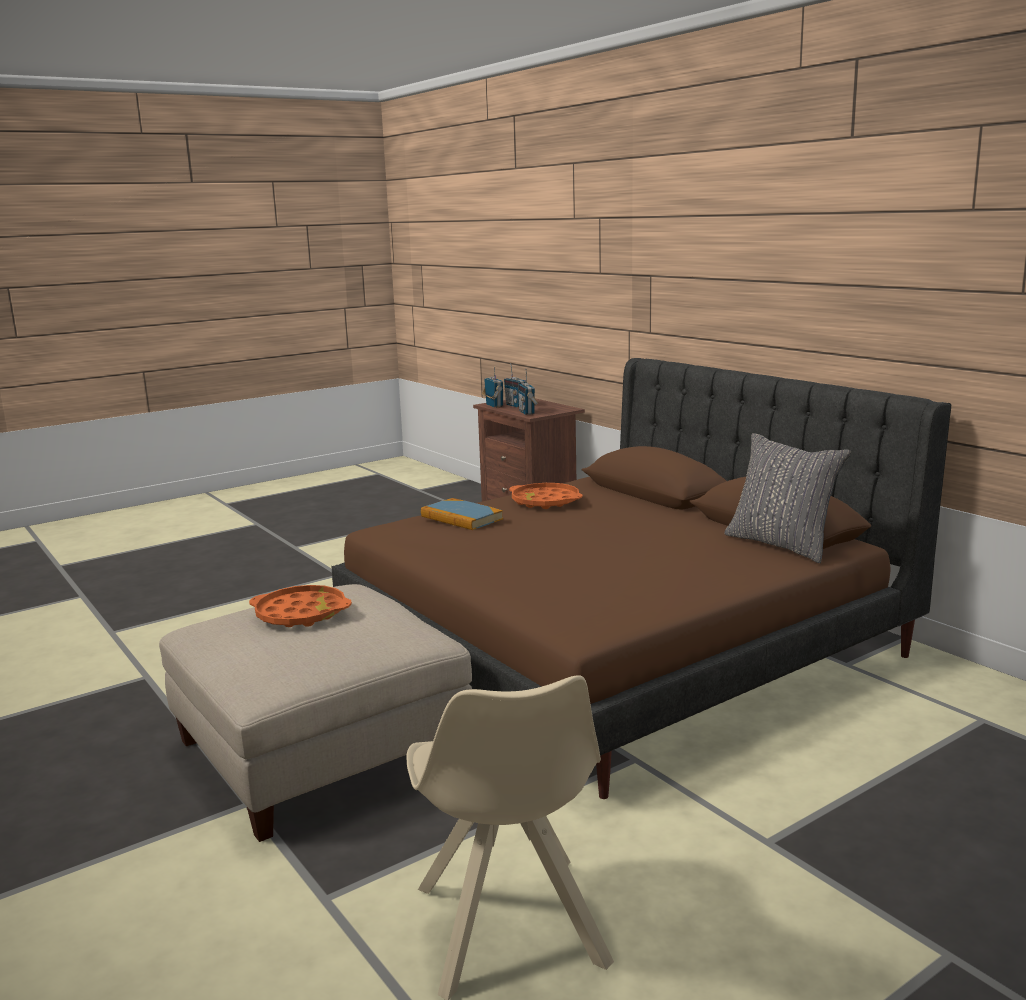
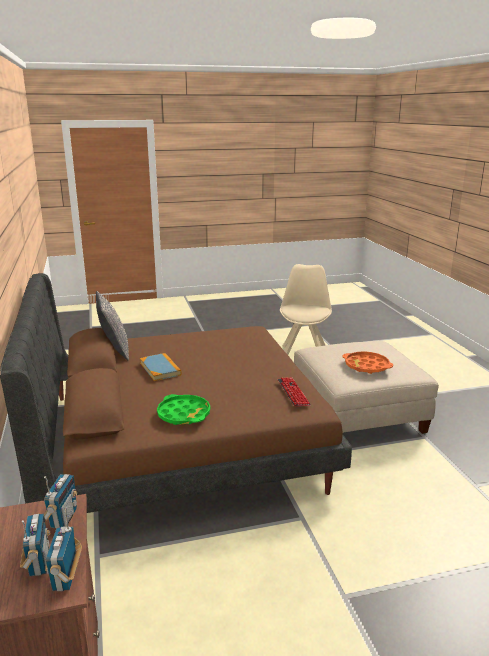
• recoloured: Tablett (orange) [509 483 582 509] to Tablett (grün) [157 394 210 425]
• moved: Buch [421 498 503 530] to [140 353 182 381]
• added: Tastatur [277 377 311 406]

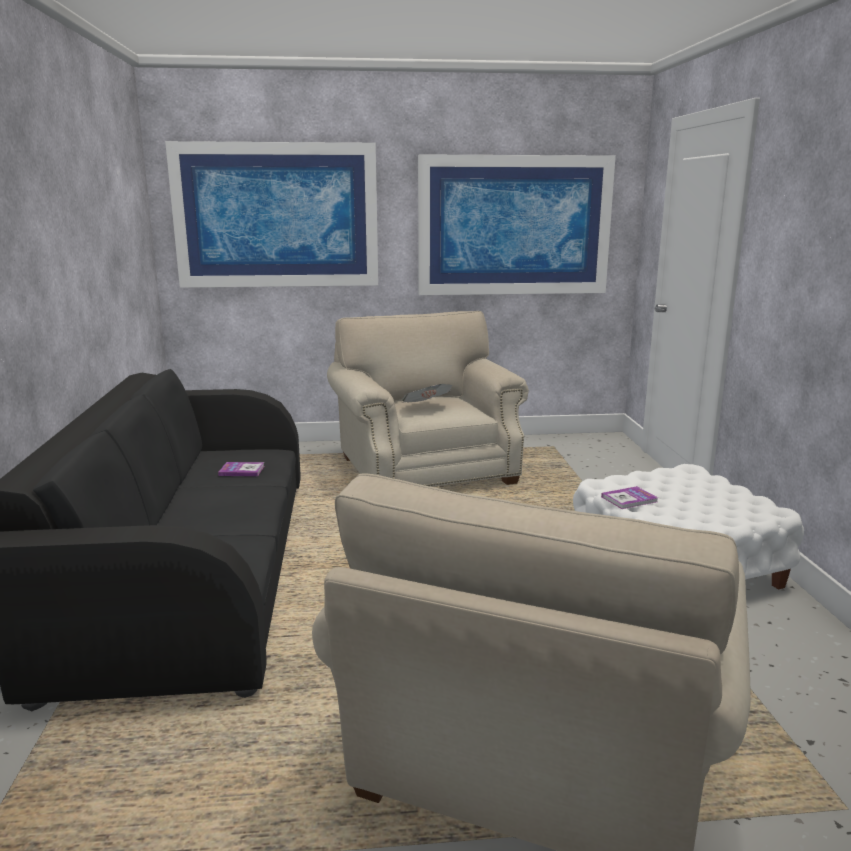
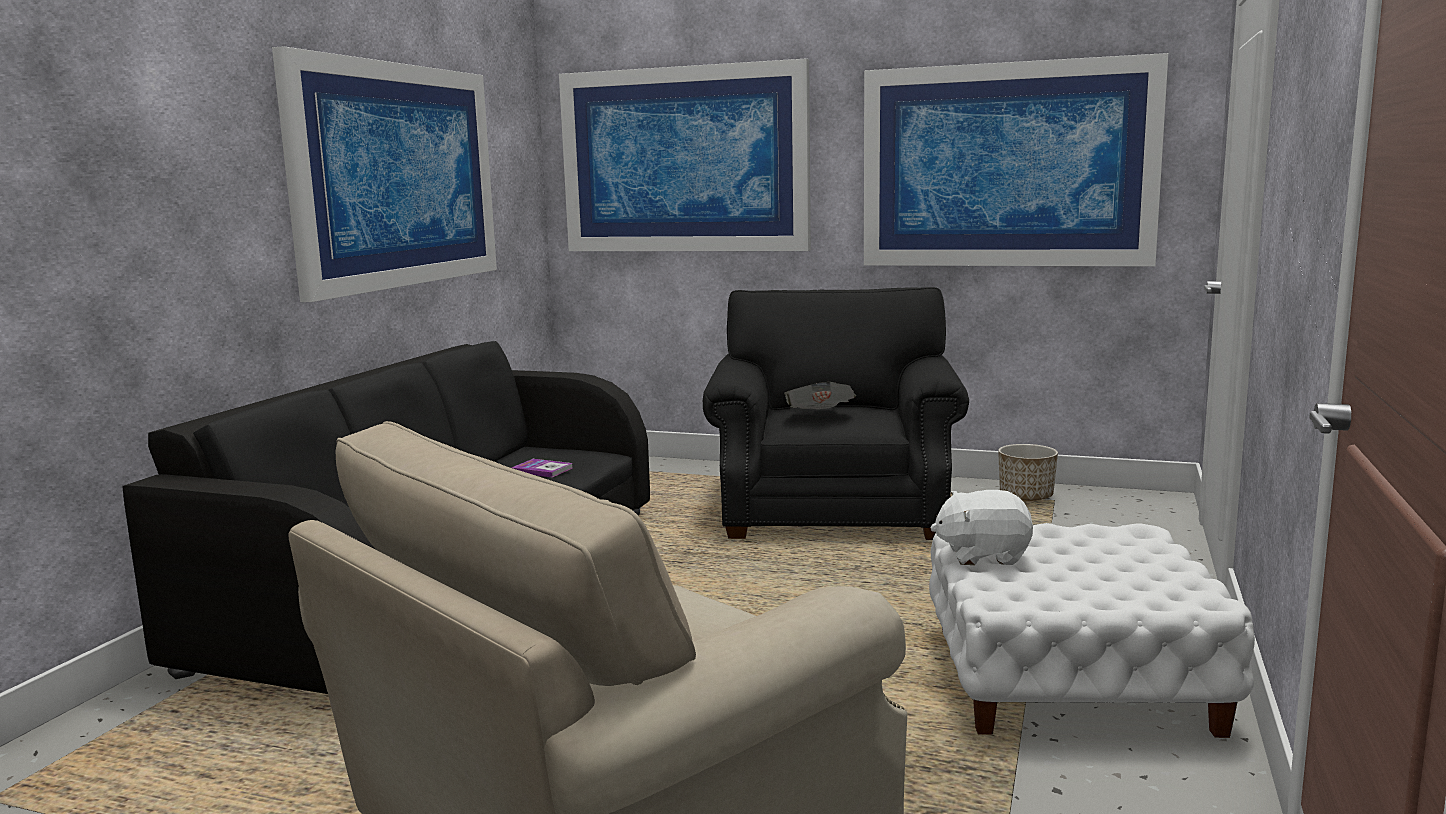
• recoloured: Sessel (beige) [327 311 529 487] to Sessel (schwarz) [703 287 969 540]
• replaced: Buch [601 486 658 509] to Plüschtier (weiß) [930 490 1033 565]
• added: Bild [272 46 497 302]
• added: Pflanzkübel [998 444 1058 501]

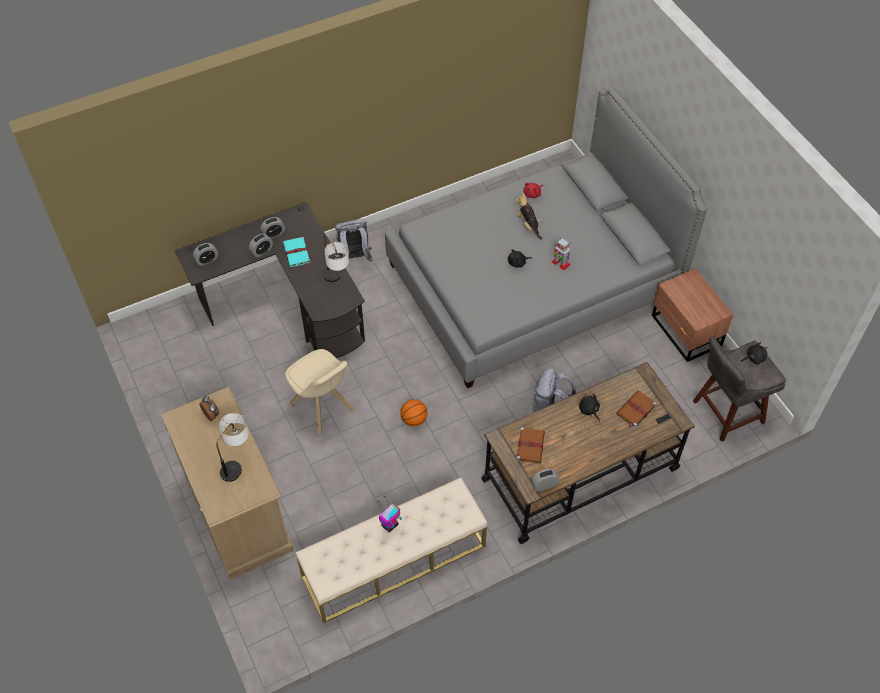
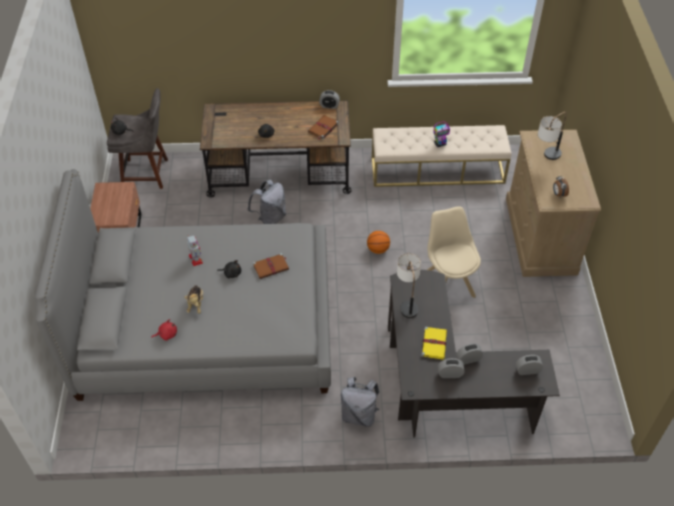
• recoloured: Buch (türkis) [283 237 311 267] to Buch (gelb) [421 327 447 359]
• moved: Buch (braun) [616 391 657 428] to [253 253 289 279]

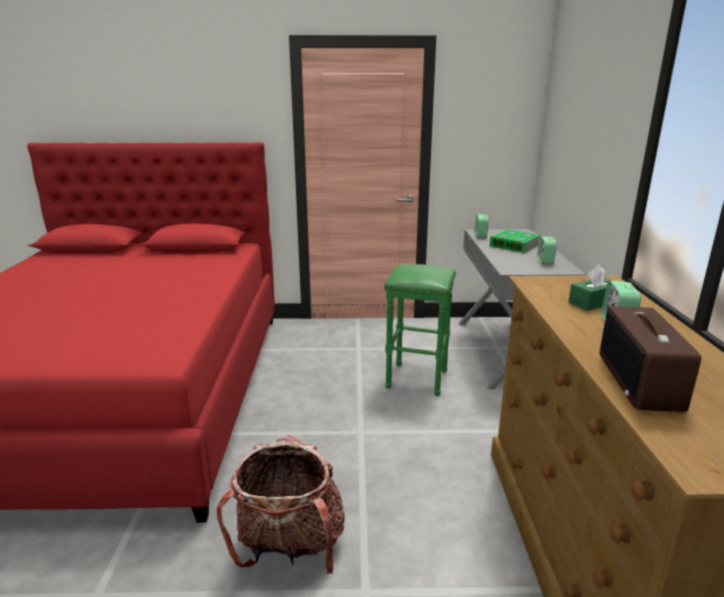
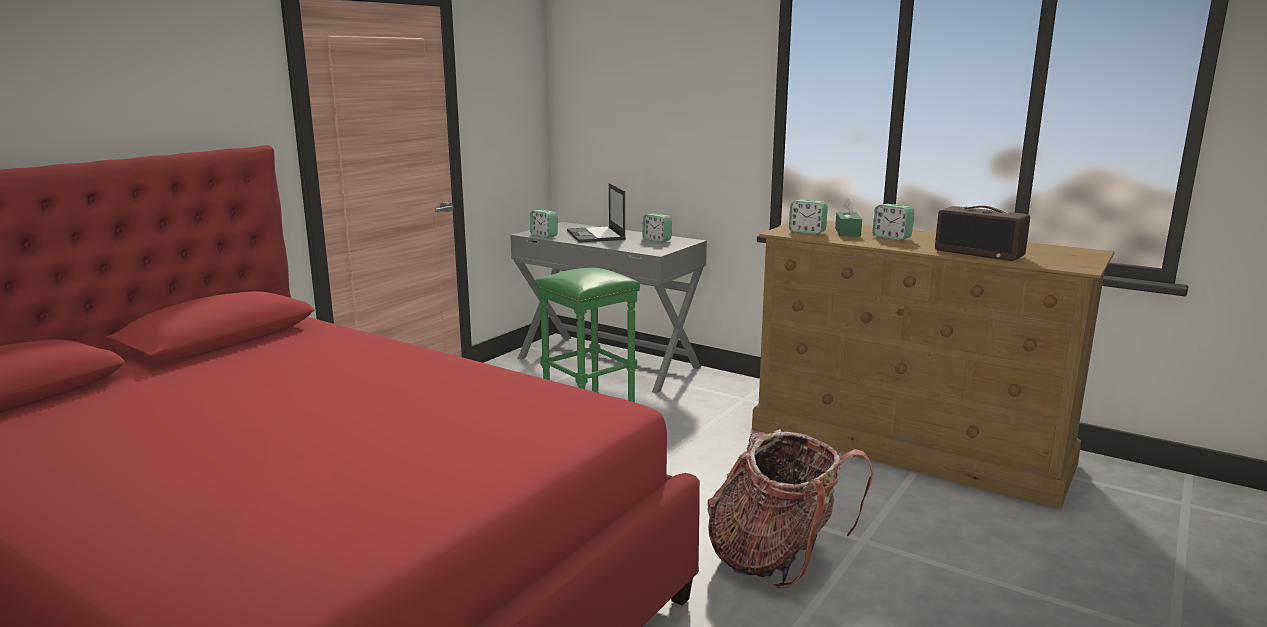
• replaced: Buch [490 229 540 253] to Laptop [567 183 626 243]
• added: Wecker [789 200 828 234]

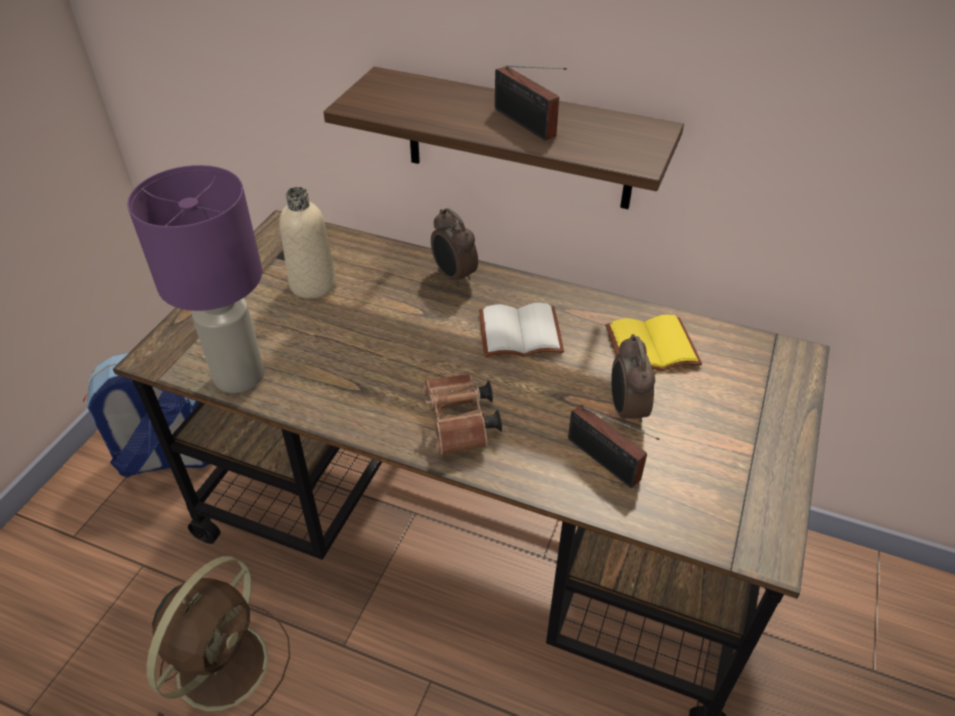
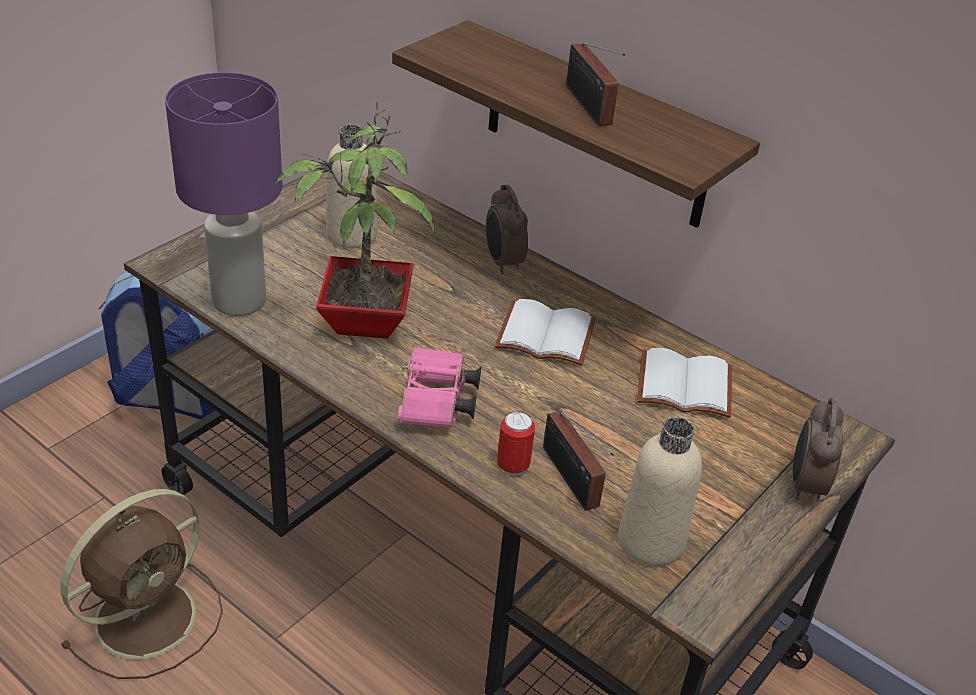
• recoloured: Buch (gelb) [605 315 702 371] to Buch (weiß) [637 348 732 418]
• moved: Wecker [611 334 655 426] to [793 397 843 502]
• recoloured: Fernglas (braun) [422 374 502 455] to Fernglas (rosa) [398 347 481 428]
• added: Topfpflanze [275 101 434 339]
• added: Dose [497 411 535 476]
• added: Flasche (beige) [618 417 702 566]

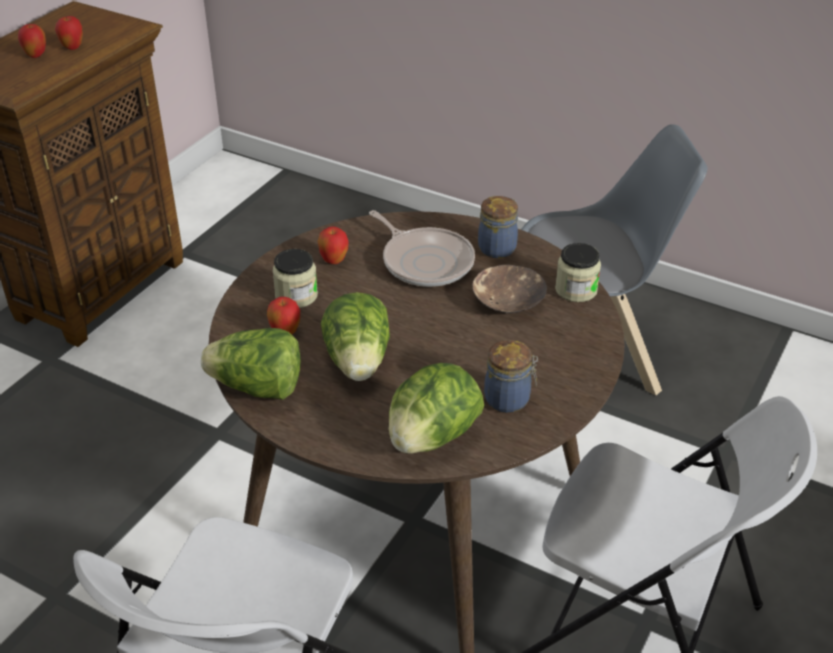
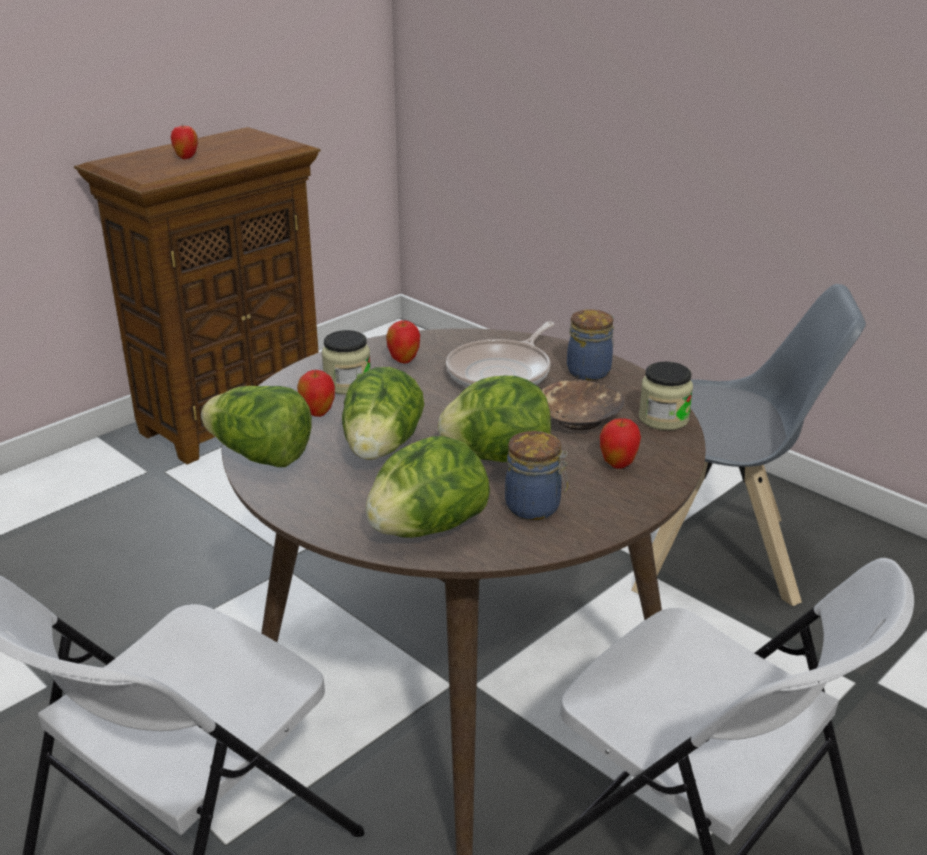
• moved: Apfel [55 16 83 50] to [600 418 641 469]
• turned: Pfanne [369 210 475 287] = [446 322 555 388] 60 degrees clockwise
• added: Salatkopf [438 376 551 462]

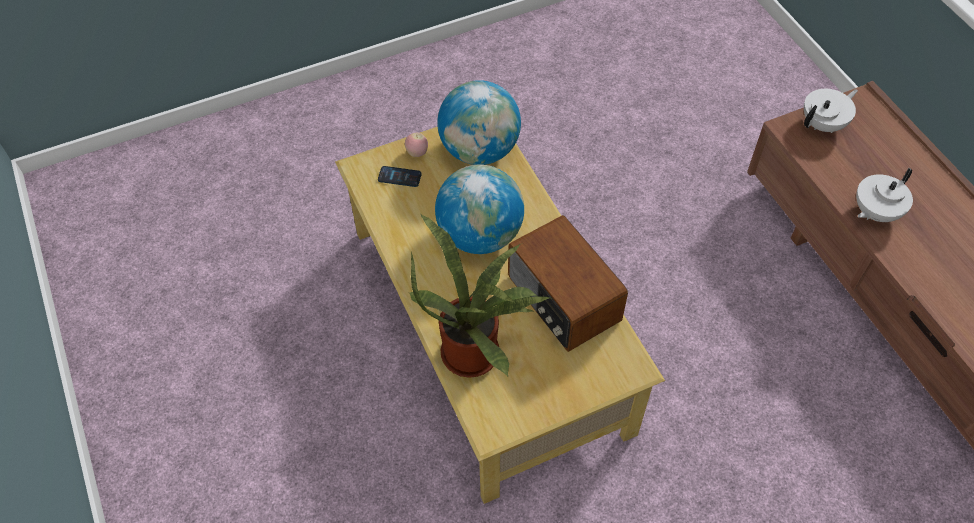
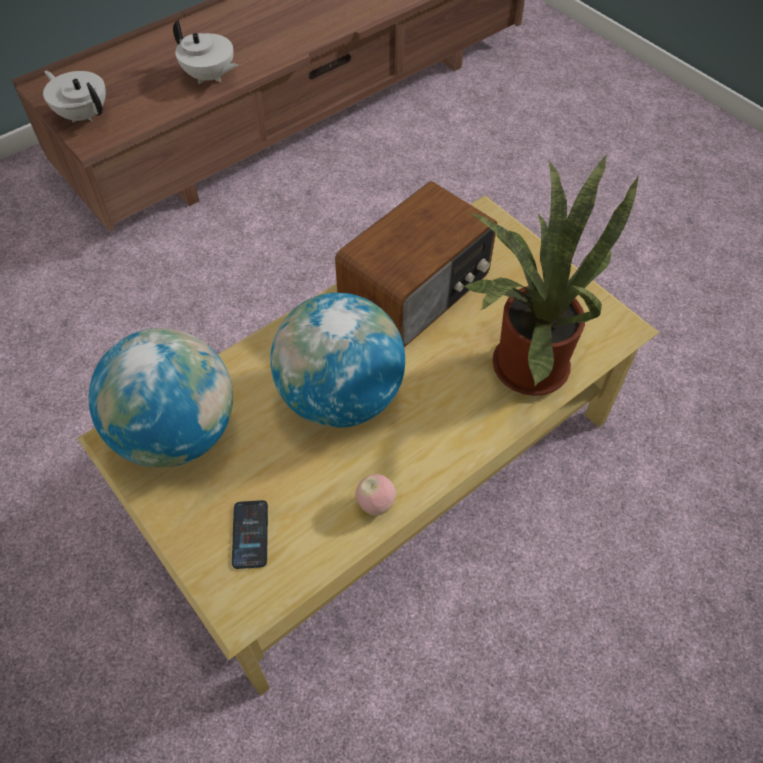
• moved: Apfel [405 133 428 157] to [355 474 396 516]

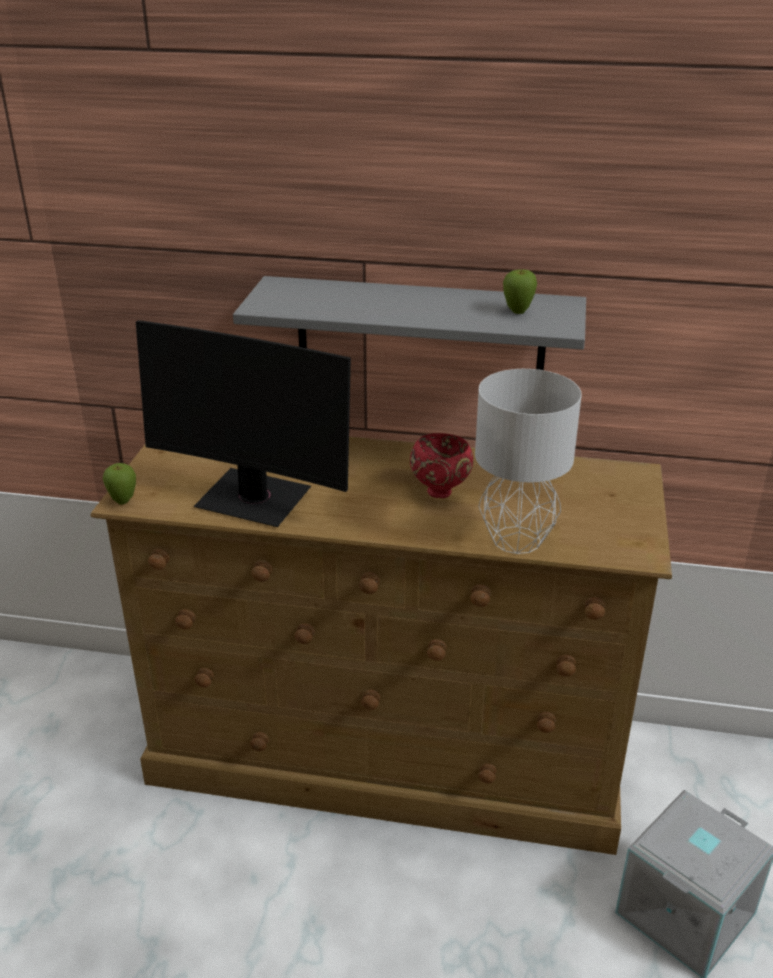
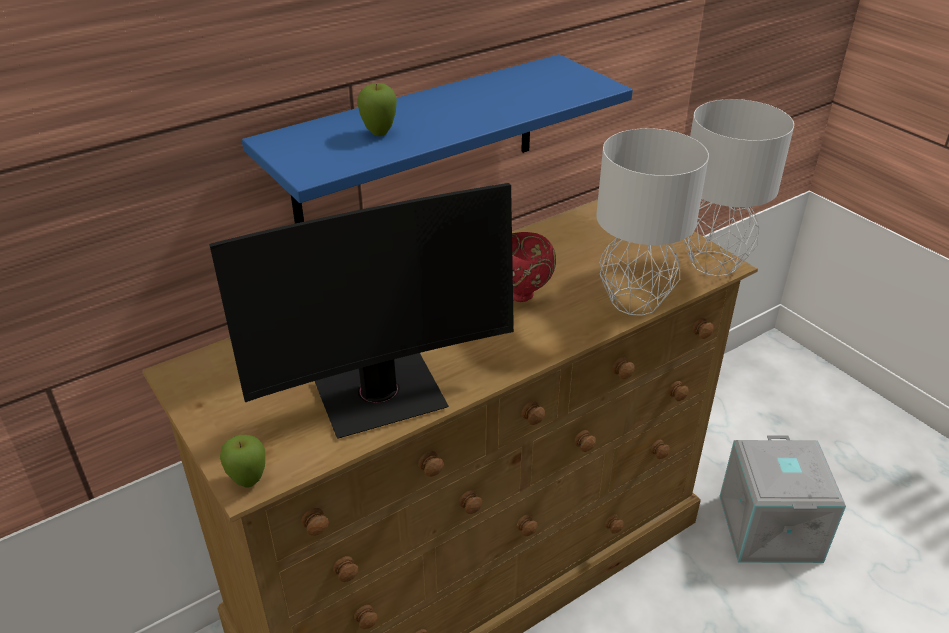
• moved: Apfel [503 269 537 314] to [357 83 397 136]
• recoloured: Wandregal (grau) [233 276 586 370] to Wandregal (blau) [242 54 633 224]
• added: Tischlampe (grau) [683 99 794 276]

